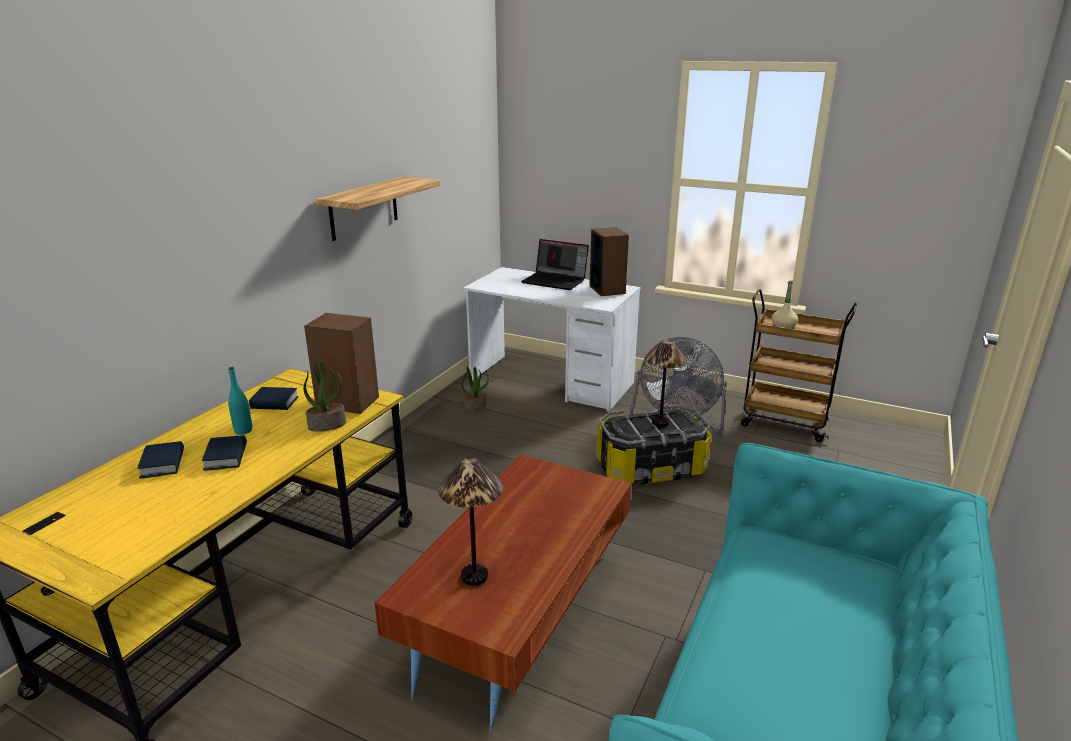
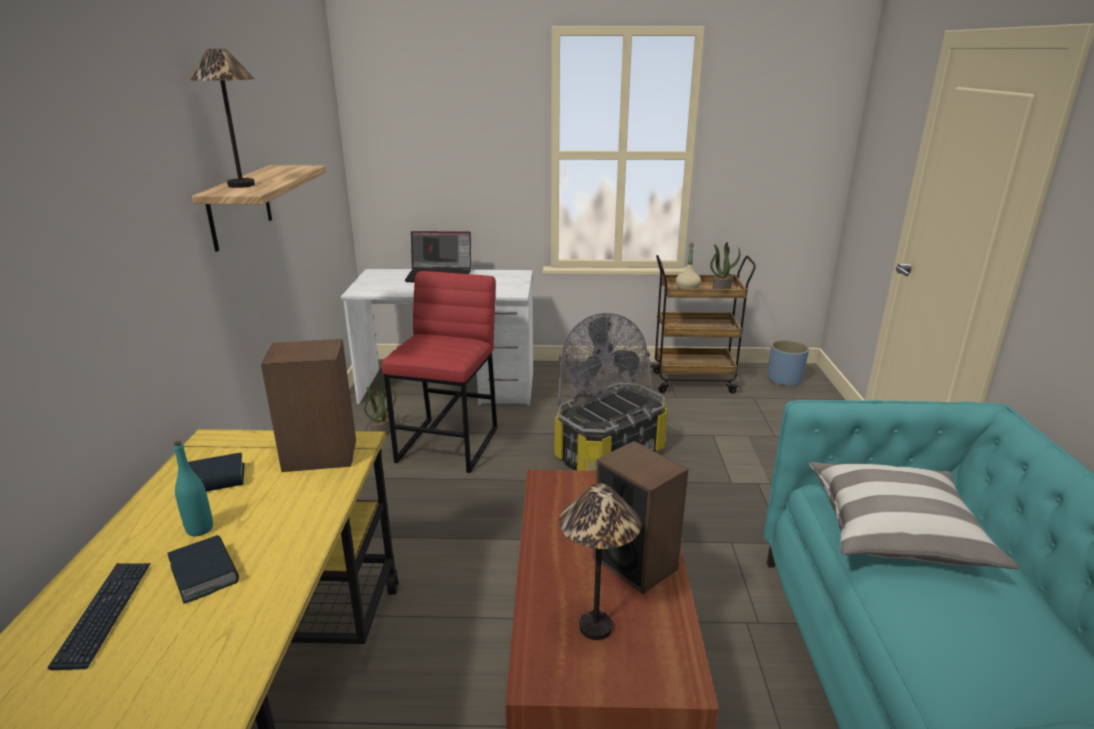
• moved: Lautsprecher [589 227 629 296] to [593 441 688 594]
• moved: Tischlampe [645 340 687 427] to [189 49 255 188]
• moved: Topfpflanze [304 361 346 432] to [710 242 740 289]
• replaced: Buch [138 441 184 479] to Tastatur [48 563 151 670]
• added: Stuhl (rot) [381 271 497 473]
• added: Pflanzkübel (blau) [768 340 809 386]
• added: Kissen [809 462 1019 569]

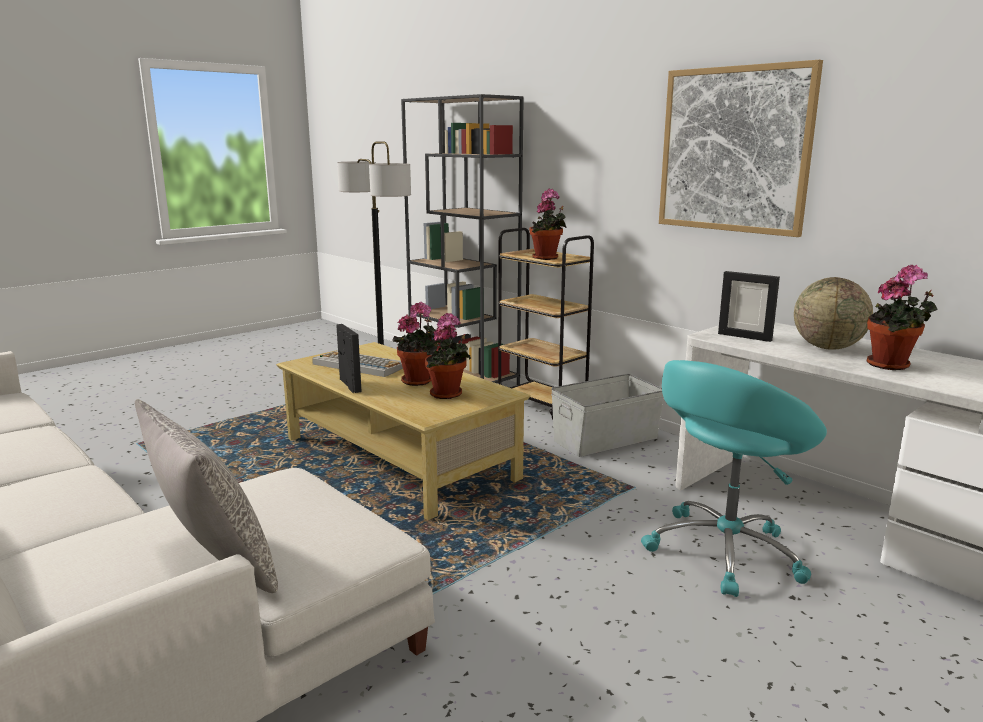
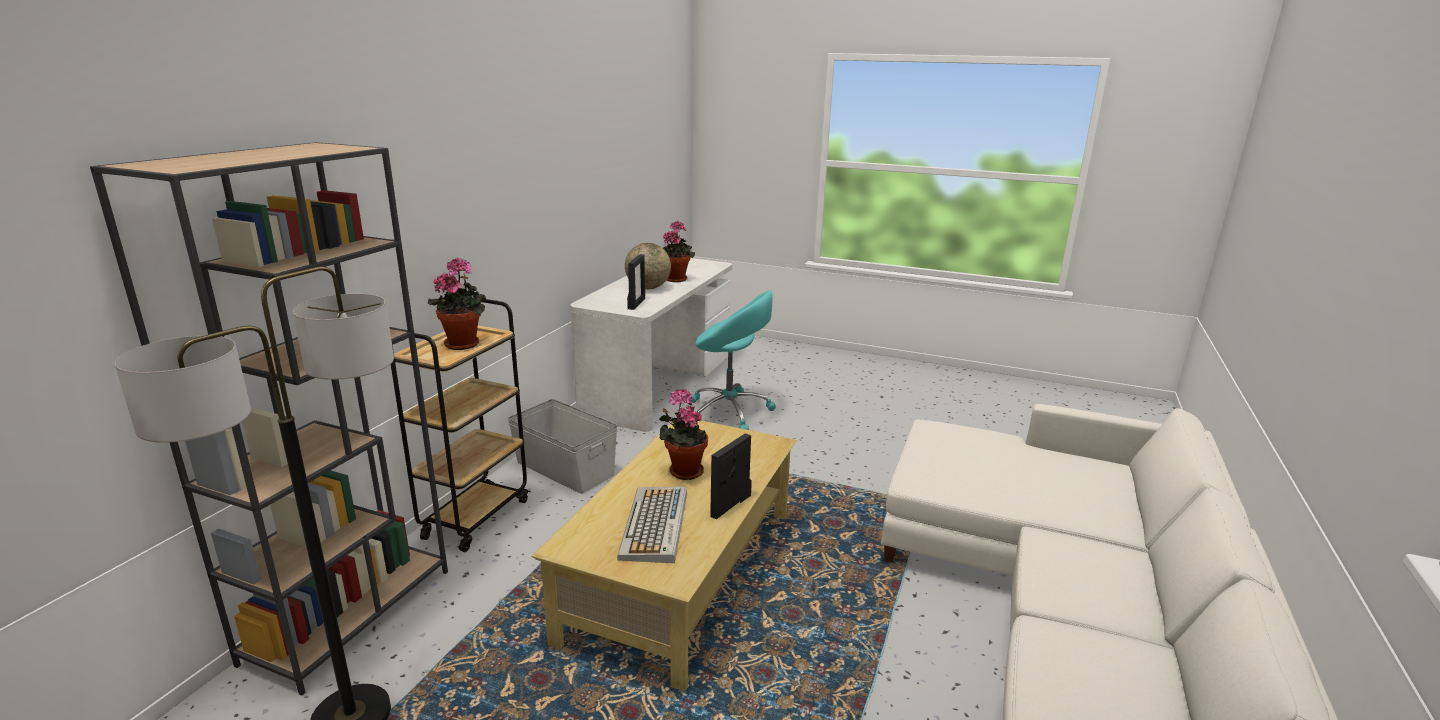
• removed: Bild [659 60 823 237]
• removed: Topfpflanze [425 313 471 399]
• removed: Kissen (grau) [135 399 278 593]

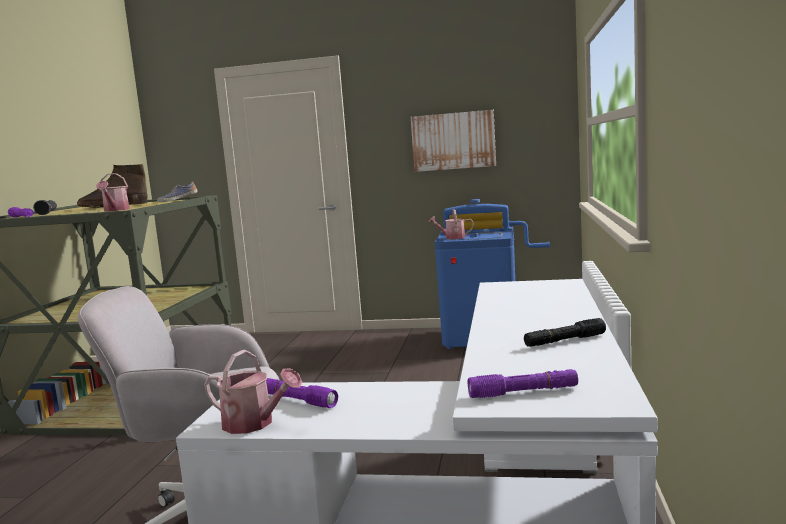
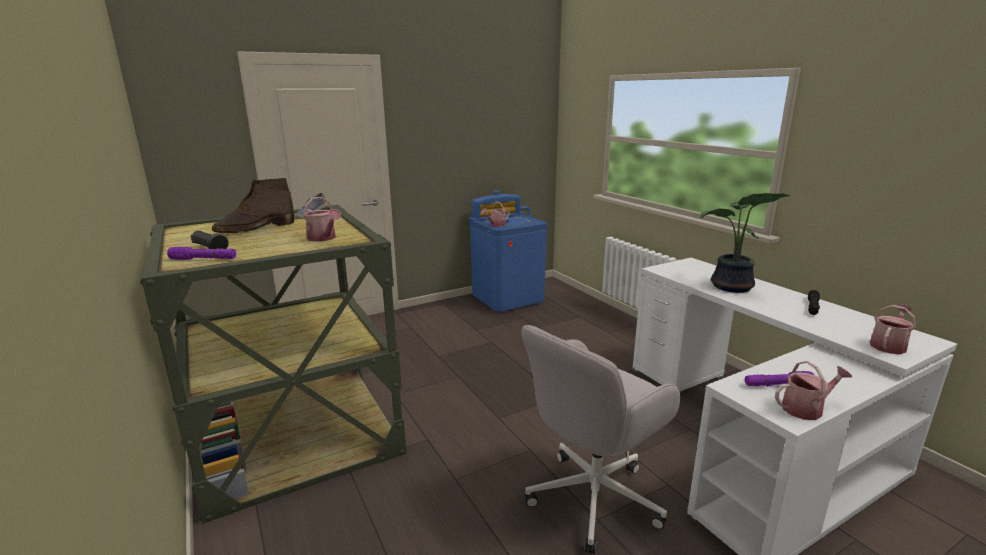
• removed: Bild [411 110 496 172]
• replaced: Taschenlampe (lila) [468 369 578 398] to Gießkanne [870 304 916 354]
• added: Topfpflanze [700 193 791 293]

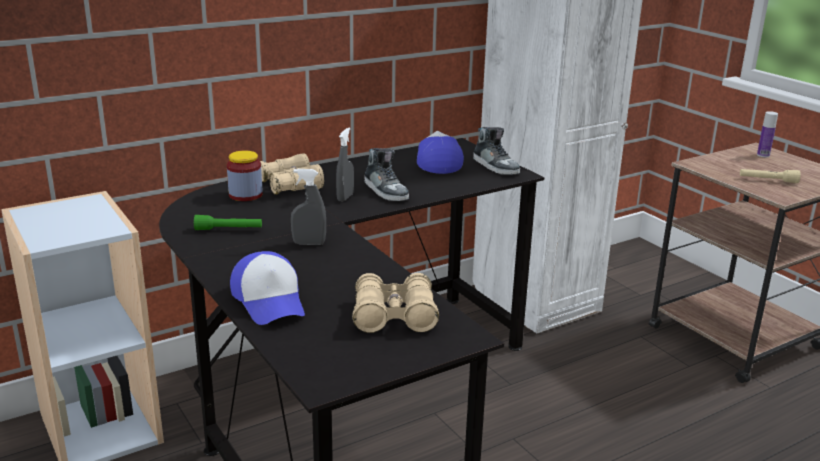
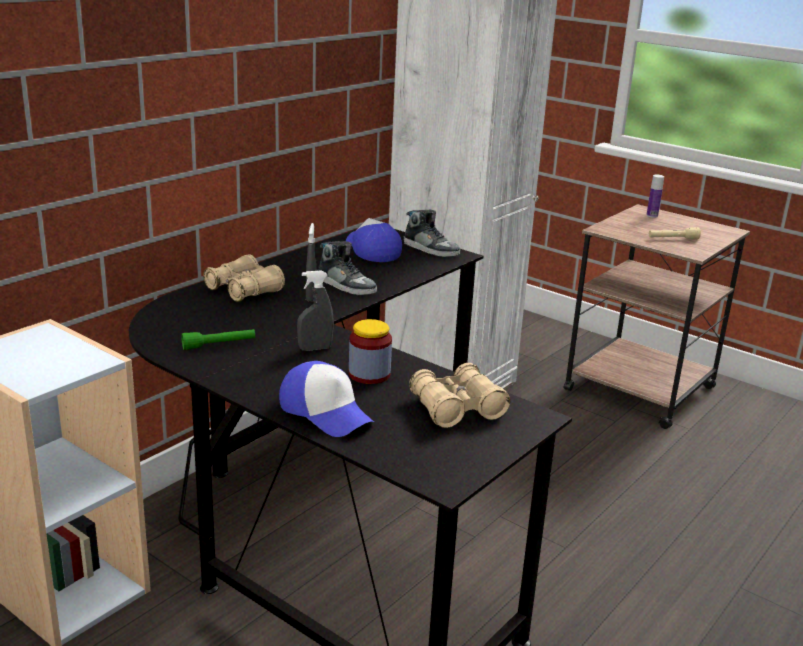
• moved: Vorratsglas [227 151 263 201] to [349 319 392 384]

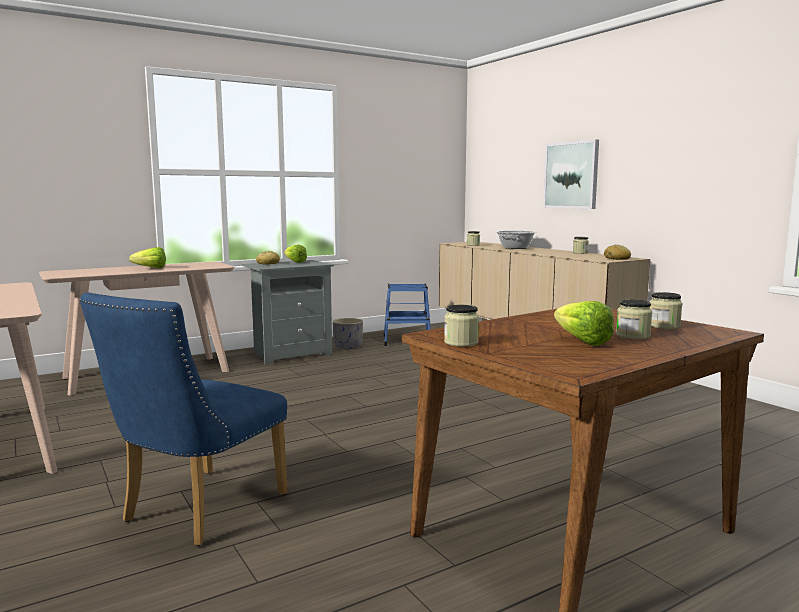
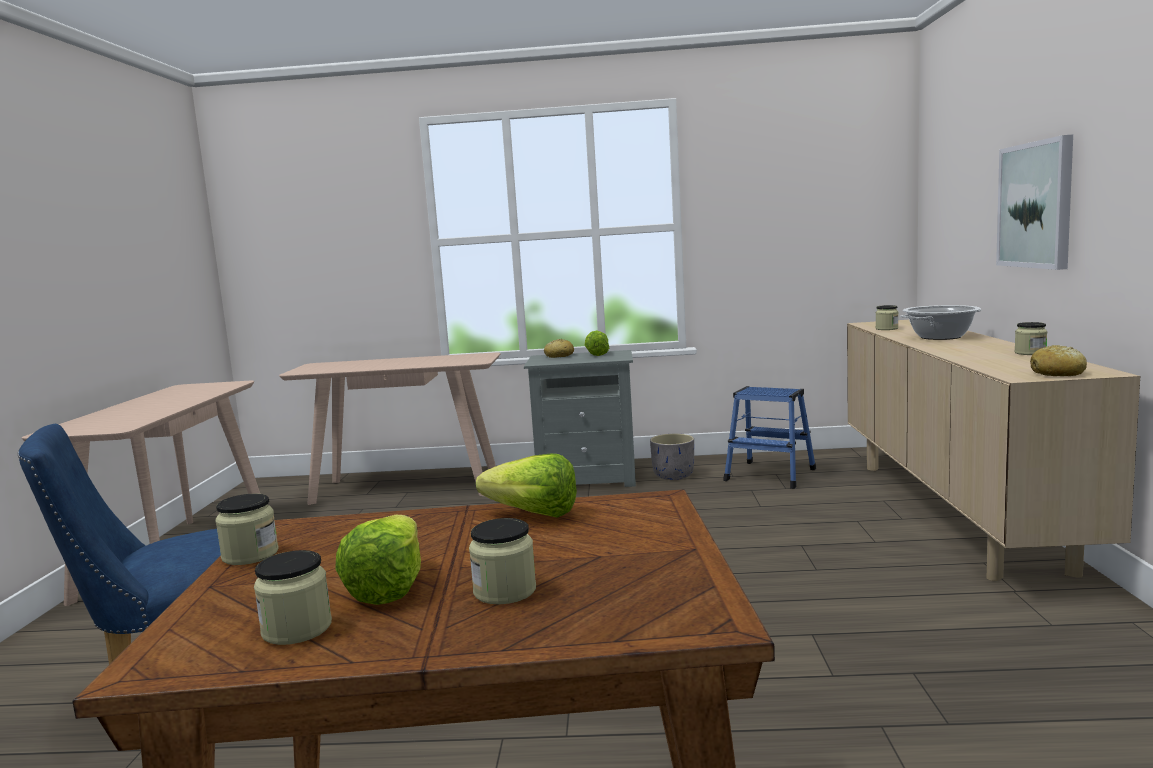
• moved: Salatkopf [129 247 166 268] to [476 453 577 518]
• moved: Vorratsglas [650 292 682 329] to [254 550 332 645]

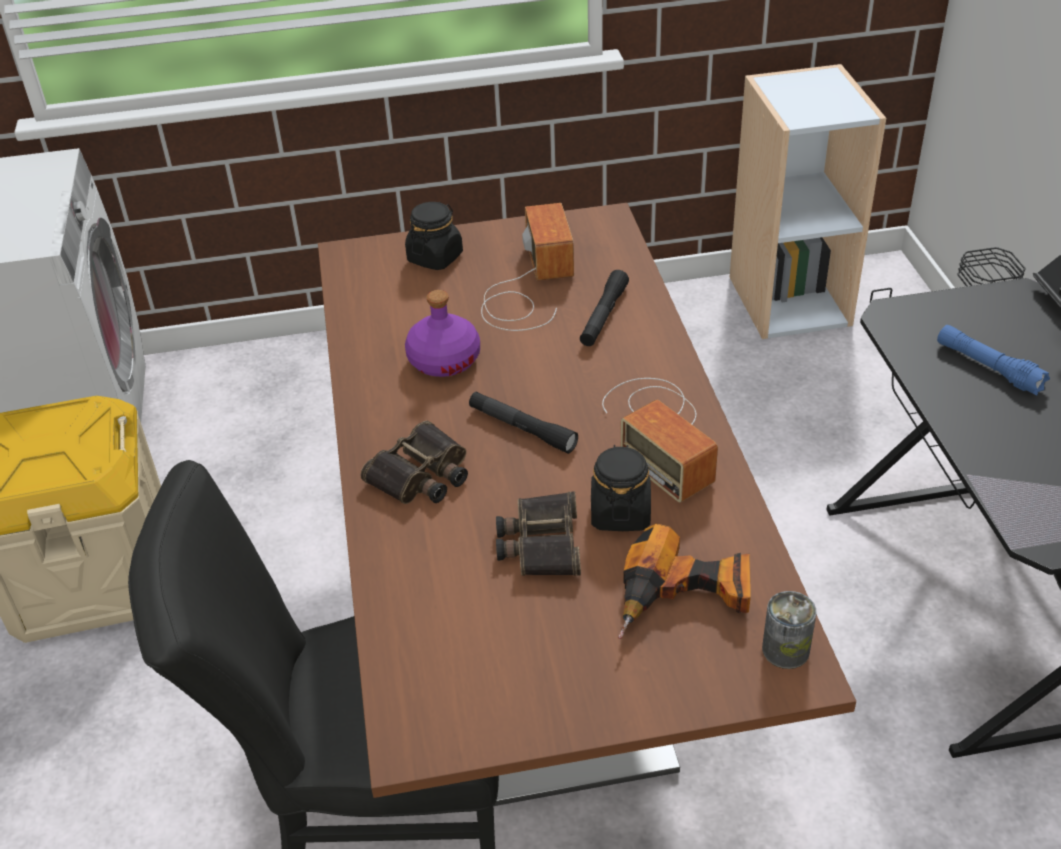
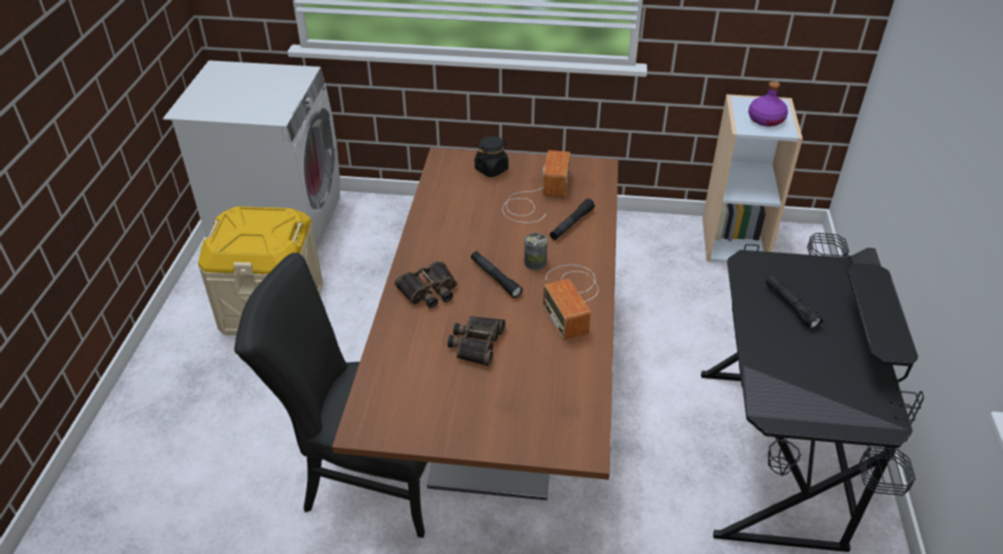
• moved: Flasche (lila) [405 290 480 377] to [748 81 788 127]
• recoloured: Taschenlampe (blau) [937 325 1050 395] to Taschenlampe (schwarz) [766 275 824 330]
• removed: Vorratsglas (schwarz) [591 445 651 531]
• removed: Bohrmaschine [618 524 751 639]
• moved: Dose [762 591 817 669] to [524 233 547 270]

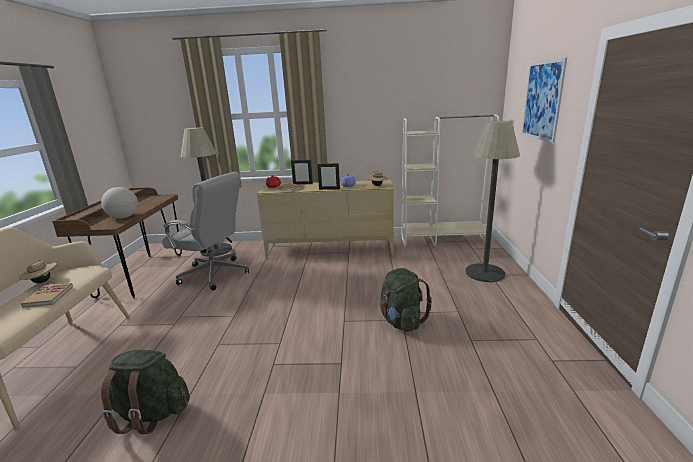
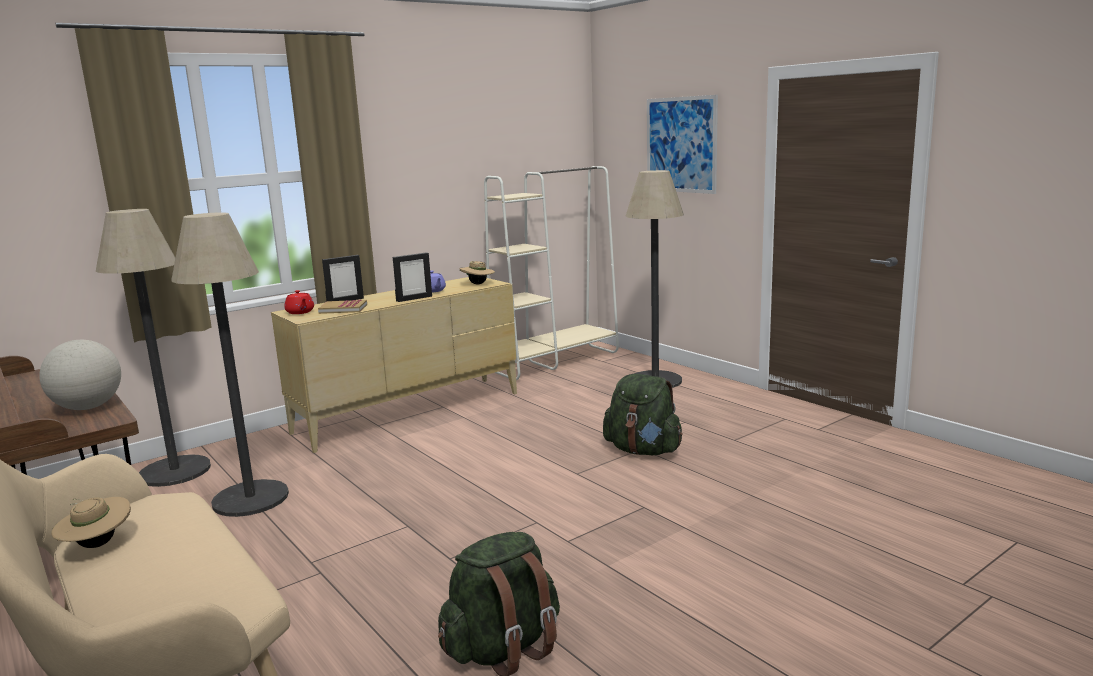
• replaced: Bürostuhl (grau) [162 172 249 290] to Stehlampe [171 212 289 517]
• removed: Buch [21 283 73 308]

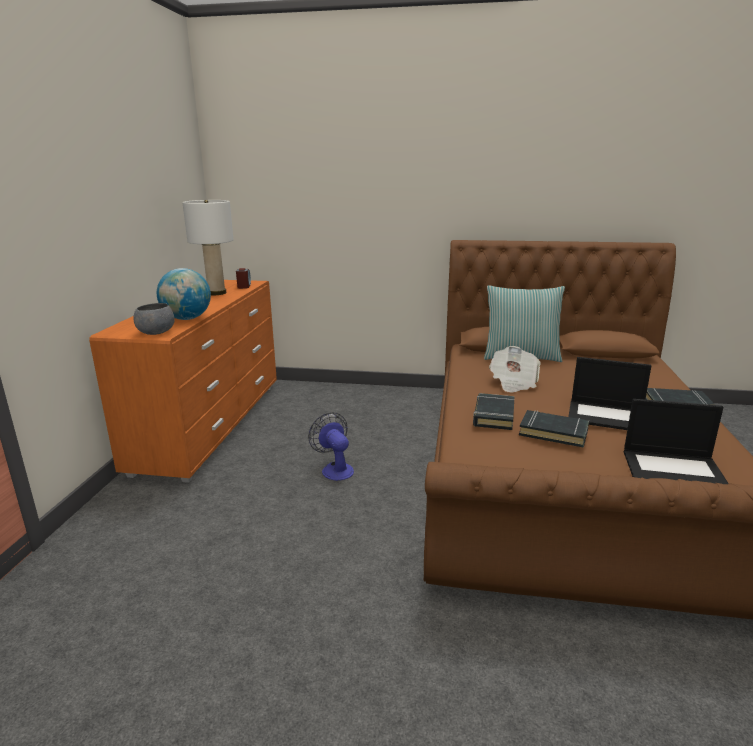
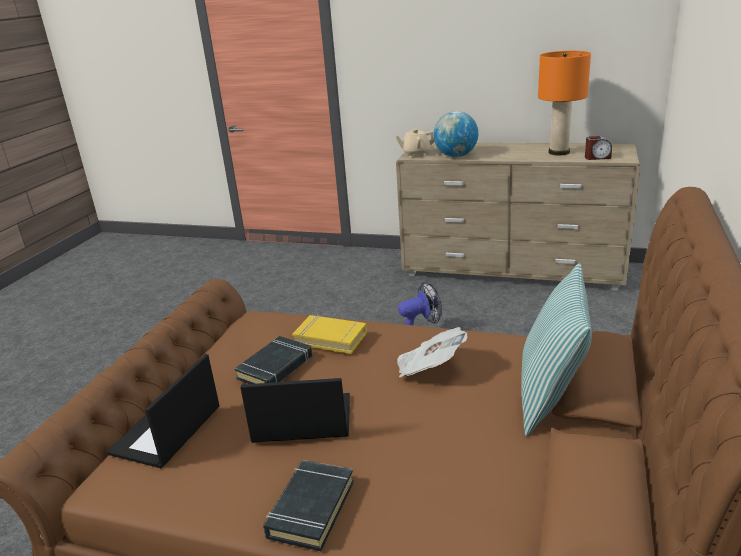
• recoloured: Tischlampe (weiß) [182 200 234 295] to Tischlampe (orange) [538 51 591 155]
• recoloured: Kommode (orange) [89 280 277 483] to Kommode (beige) [396 143 640 290]
• replaced: Schüssel (grau) [133 303 175 335] to Teekanne (beige) [395 129 434 157]
• turned: Laptop [569 357 651 430] = [240 378 350 443] 60 degrees clockwise
• recoloured: Buch (schwarz) [473 393 514 430] to Buch (gelb) [292 315 367 354]

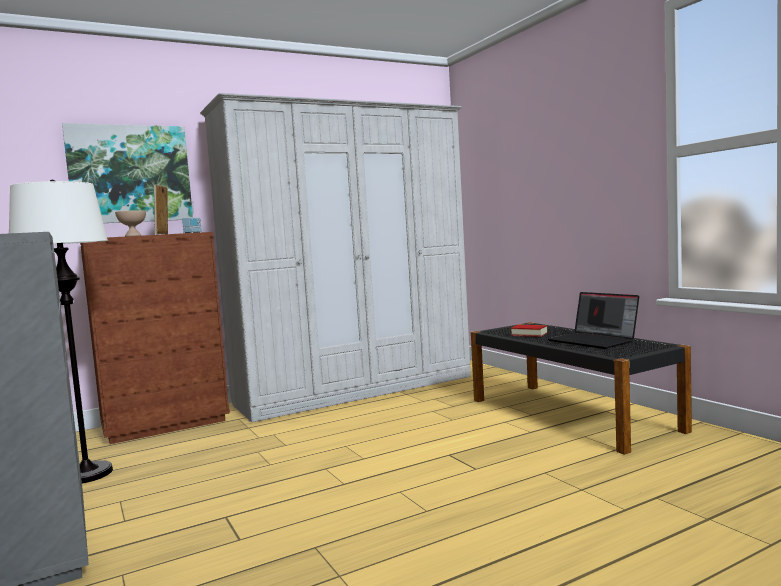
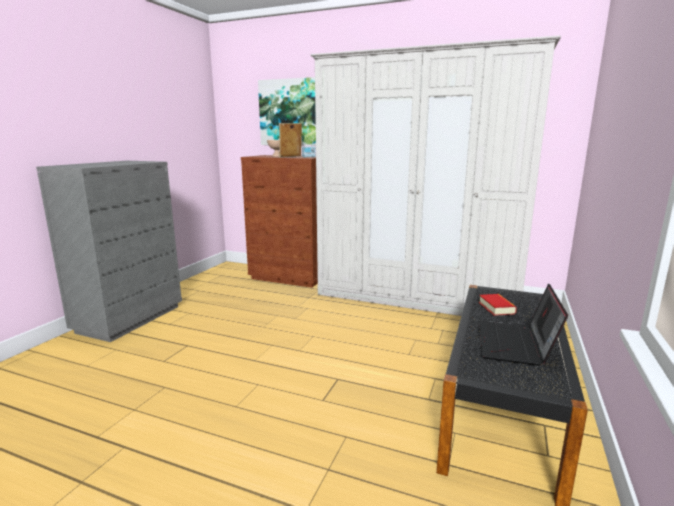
• removed: Stehlampe (weiß) [9 180 113 483]

